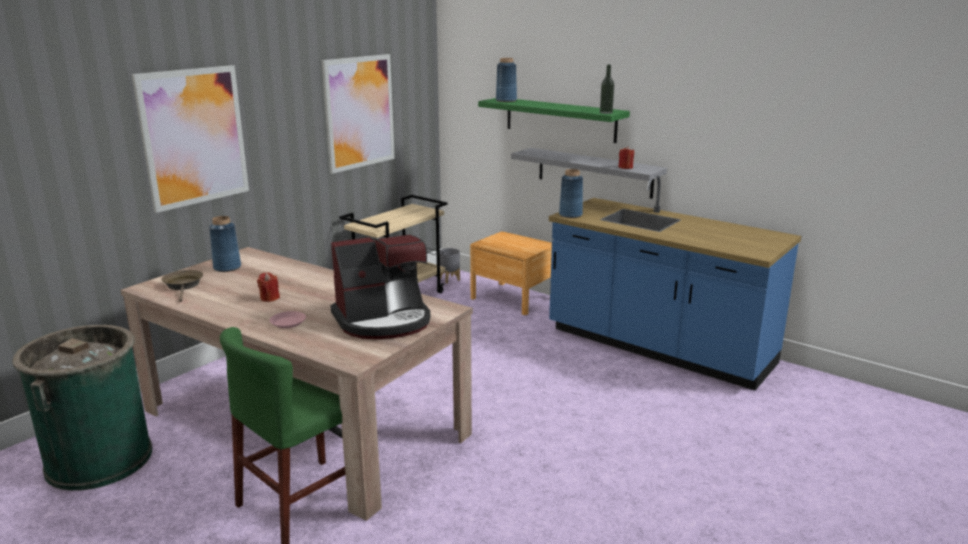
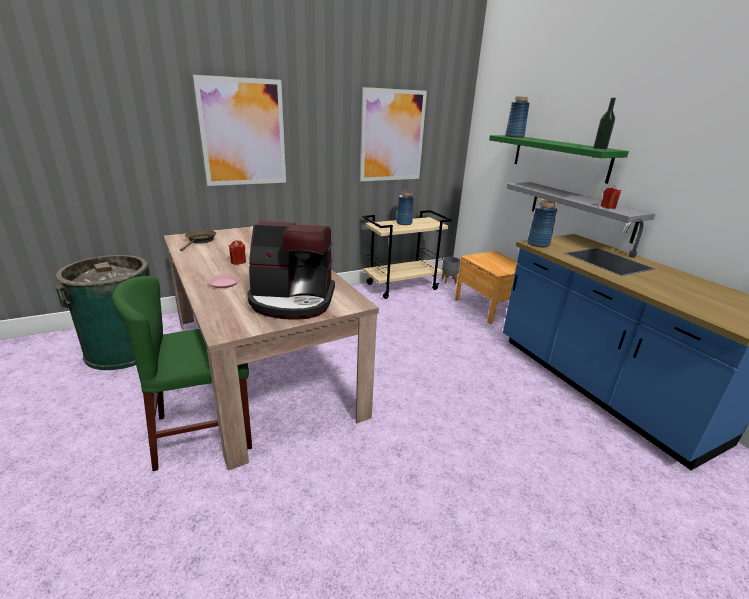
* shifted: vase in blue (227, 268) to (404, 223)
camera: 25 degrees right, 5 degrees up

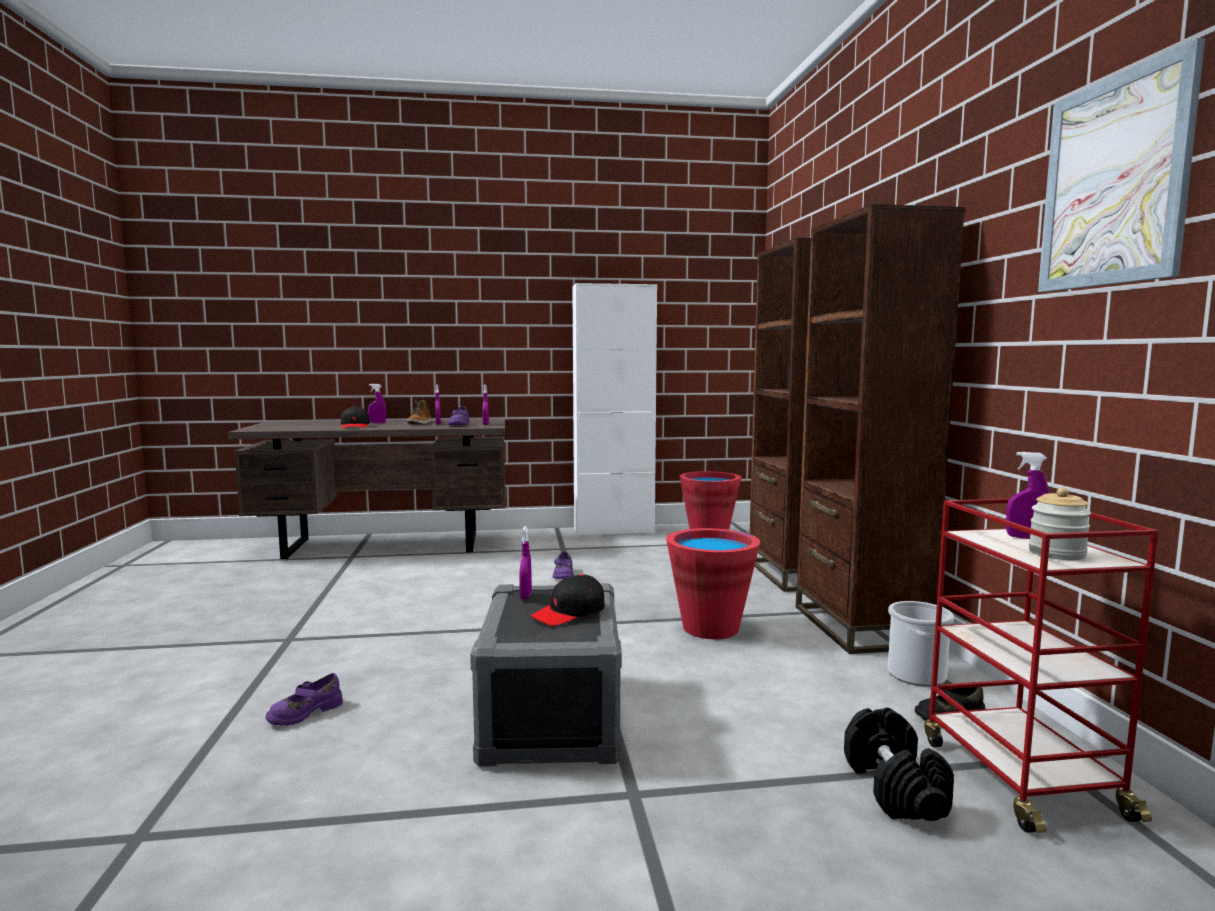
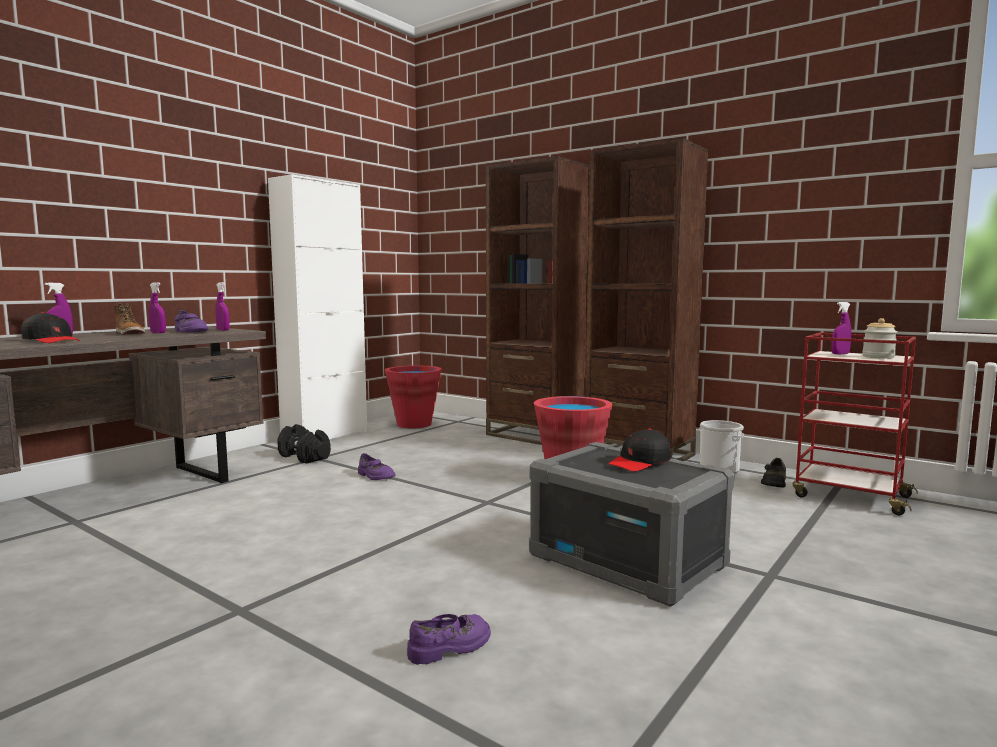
* rotated: shoe in purple (304, 712) = (450, 647) 120 degrees counterclockwise
* gone: spray bottle in purple (525, 596)
* rotated: cap in black (569, 613) = (640, 462) 45 degrees clockwise
* shifted: dumbbell in black (895, 788) to (305, 457)
* gone: picture (1113, 182)
camera: 45 degrees left, 0 degrees up

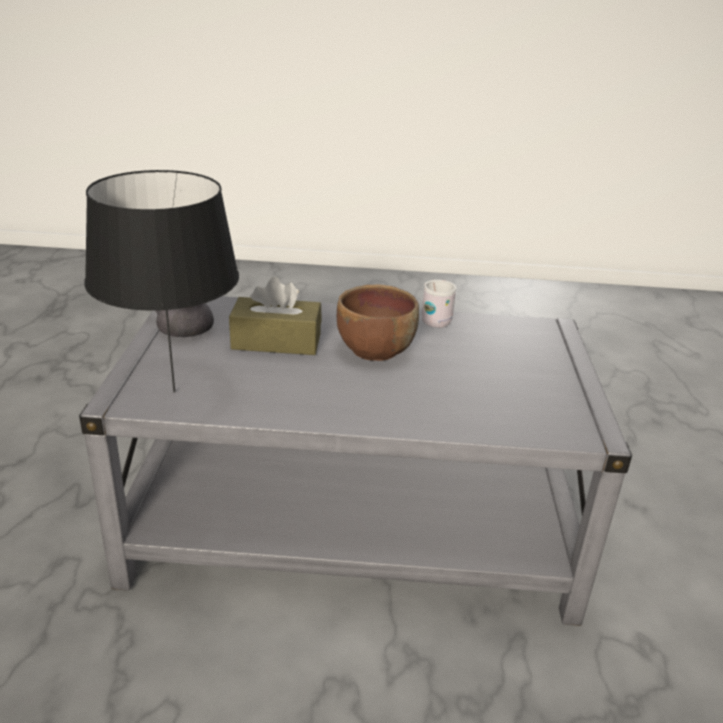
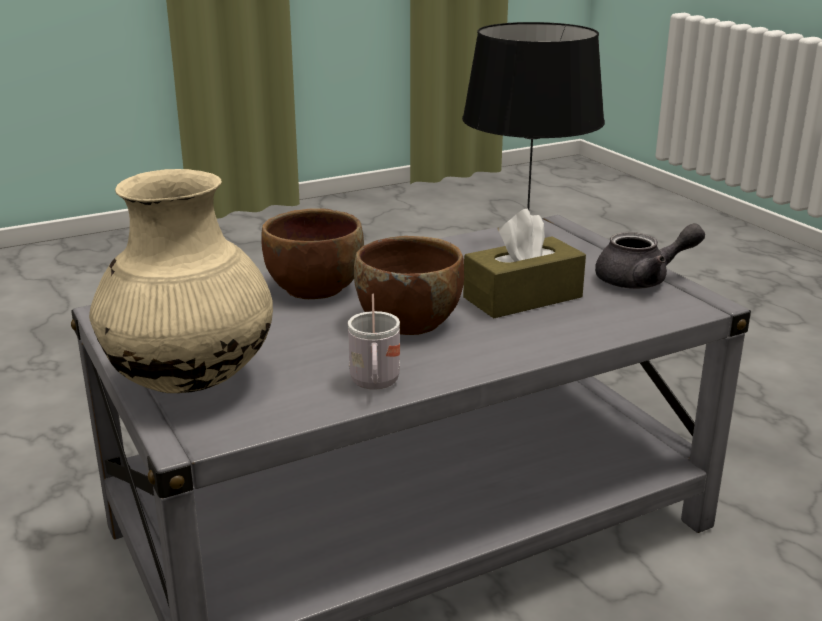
* new: vase in beige (191, 382)
* new: bowl in brown (314, 288)
camera: 150 degrees right, 5 degrees down

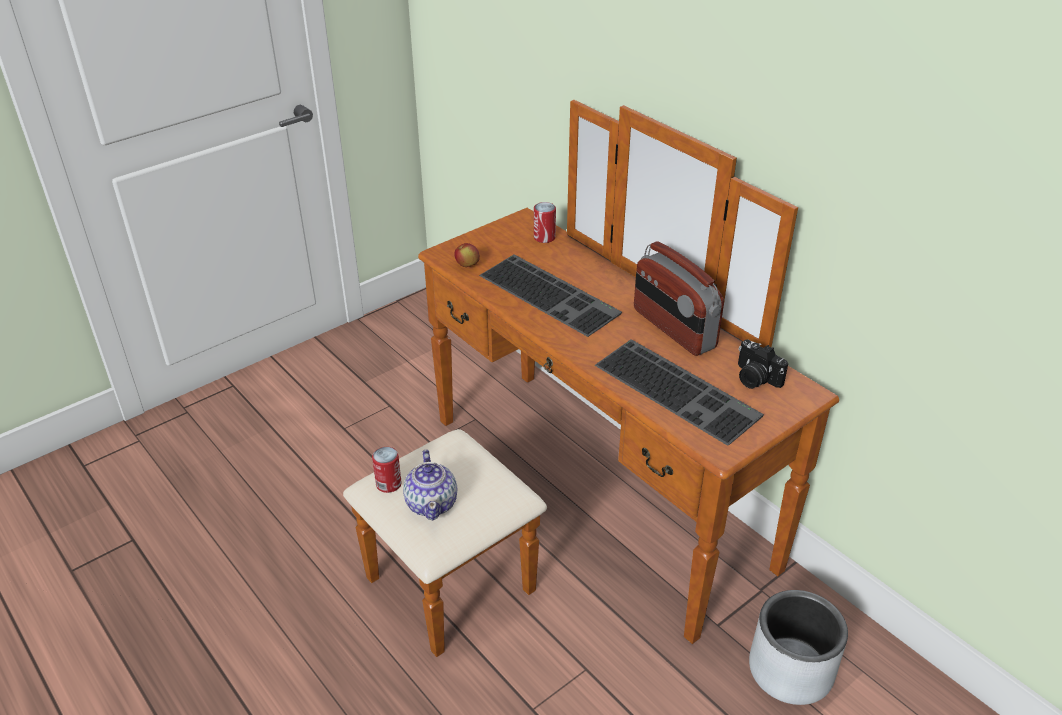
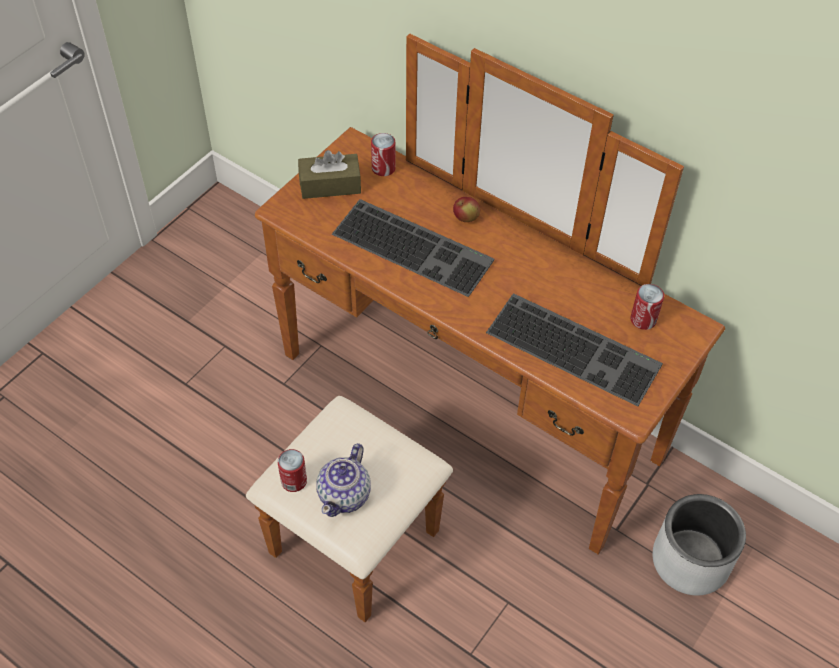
* rotated: teapot (432, 503) = (345, 494) 45 degrees clockwise
* shifted: apple (467, 265) to (466, 218)
* gone: radio (673, 329)
* swapped: photo camera (754, 378) to can (643, 319)
* new: tissue box in brown (330, 185)
camera: 15 degrees left, 15 degrees up

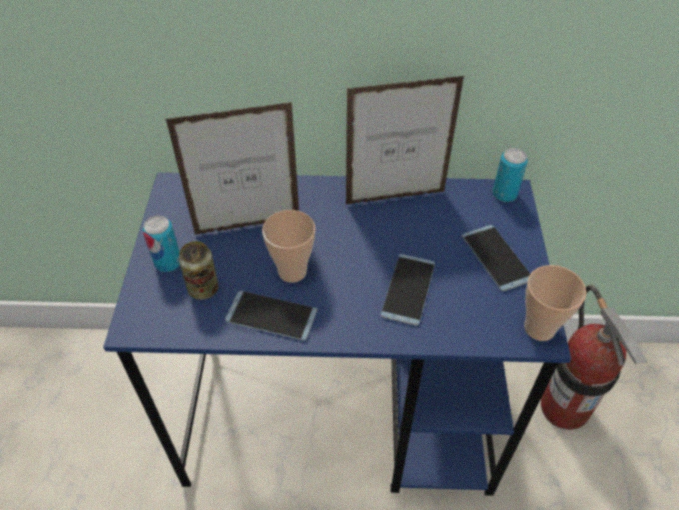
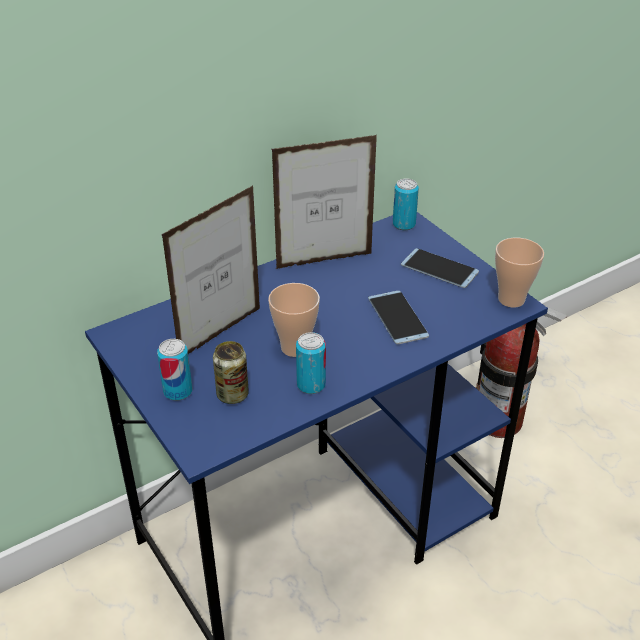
* swapped: phone (271, 316) to can (311, 385)
* rotated: picture frame (395, 198) = (324, 261) 150 degrees counterclockwise
camera: 35 degrees left, 10 degrees down

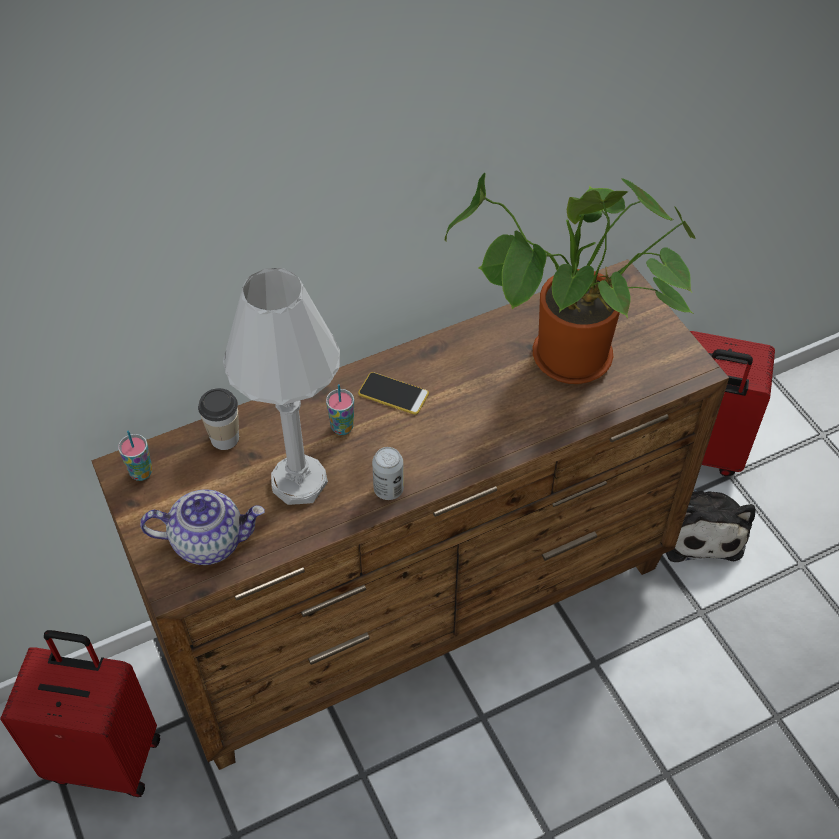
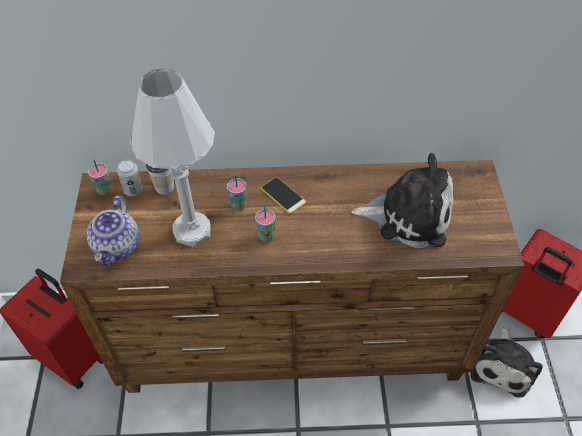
* rotated: teapot (209, 541) = (118, 247) 75 degrees clockwise
* shifted: can (388, 489) to (133, 190)
* swapped: potted plant (565, 363) to plush toy (409, 215)
* new: cup (266, 236)
camera: 25 degrees right, 0 degrees up

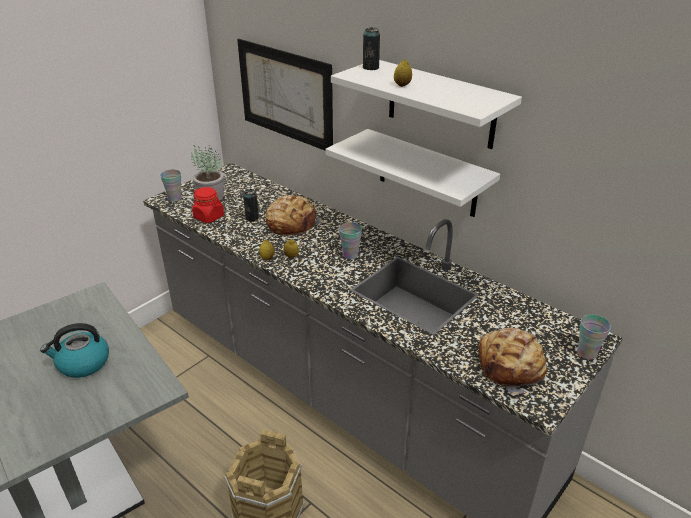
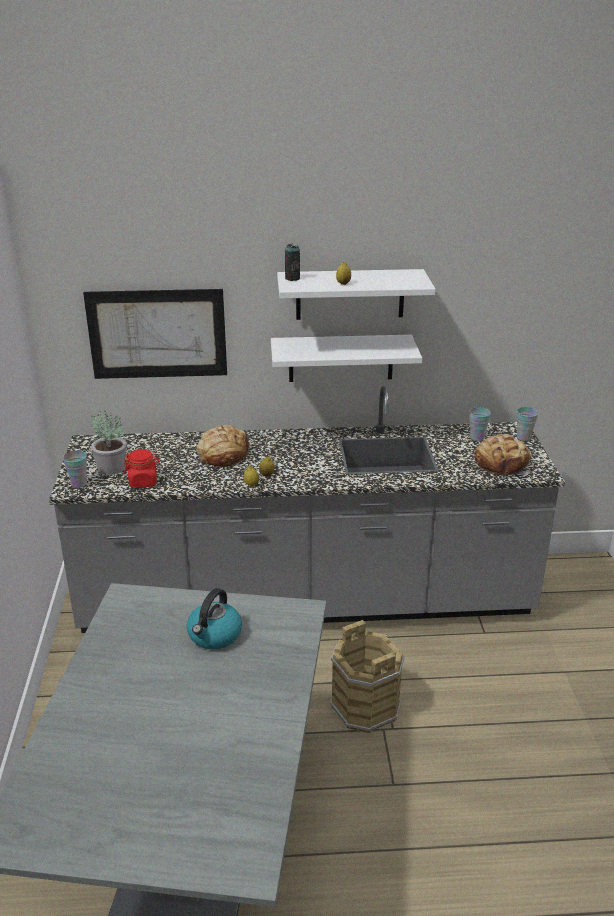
* gone: can (252, 218)
* shifted: cup (350, 255) to (477, 438)
camera: 45 degrees left, 5 degrees down

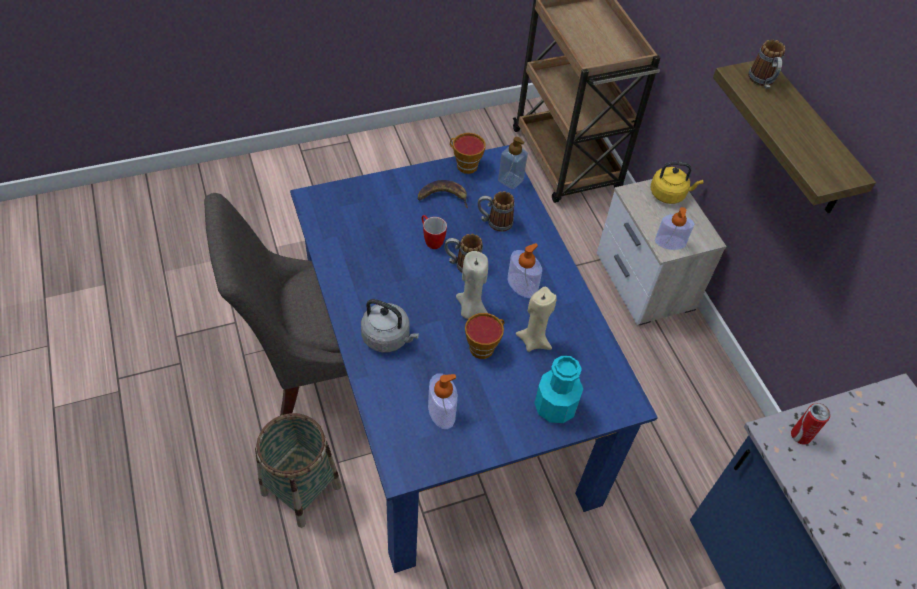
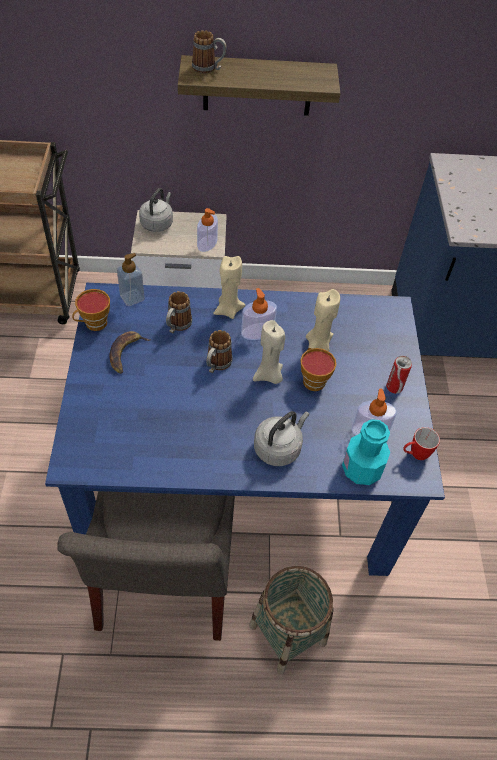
* shifted: mug (431, 240) to (415, 454)
* shifted: bottle in turquoise (555, 407) to (361, 469)
* repainted: kettle in yellow (669, 194) to kettle in grey (157, 223)
* shifted: can (800, 436) to (394, 387)
* new: candle in beige (228, 310)
camera: 70 degrees left, 0 degrees up

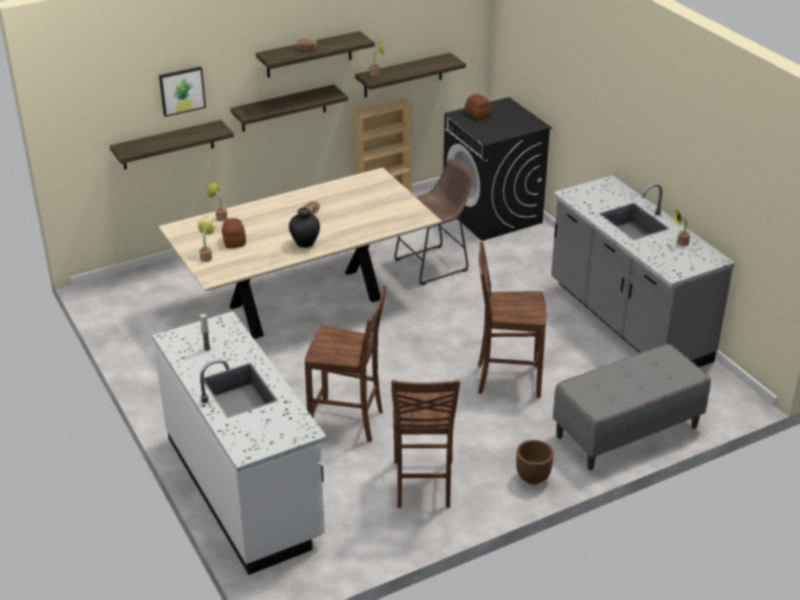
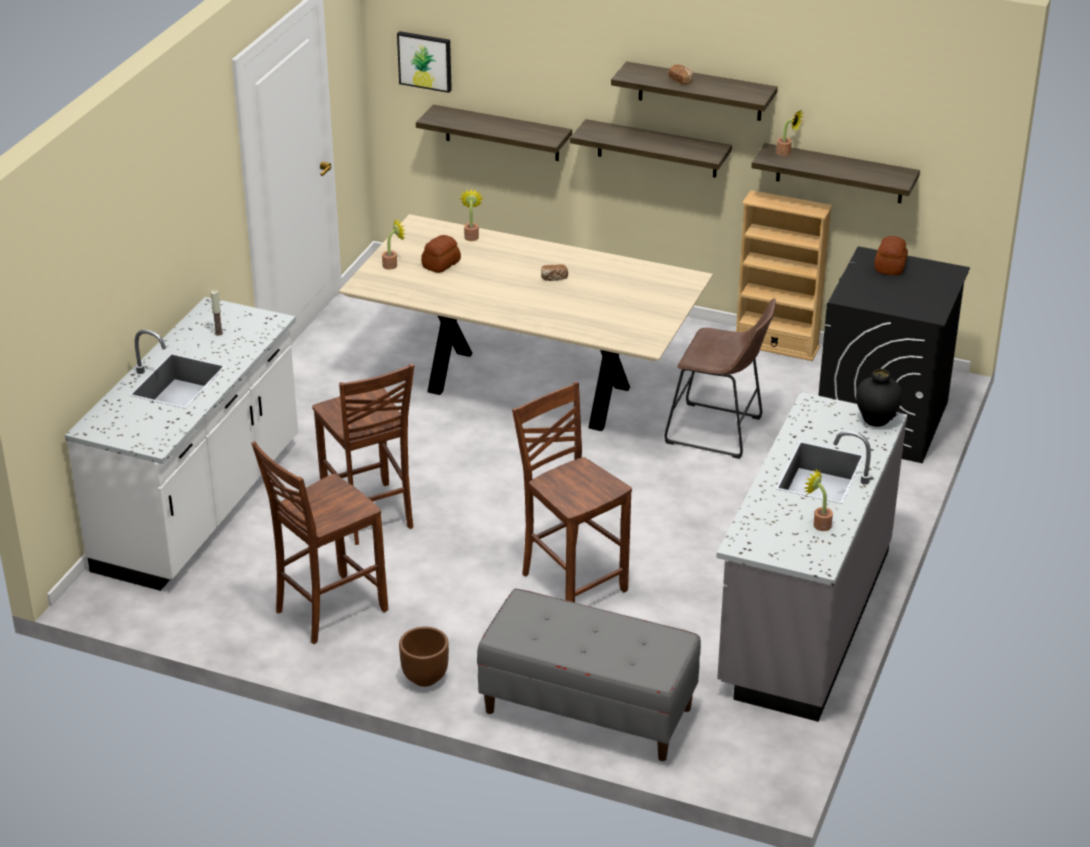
* shifted: picture (182, 90) to (425, 60)
* shifted: vase in black (305, 243) to (876, 420)
camera: 50 degrees right, 0 degrees up

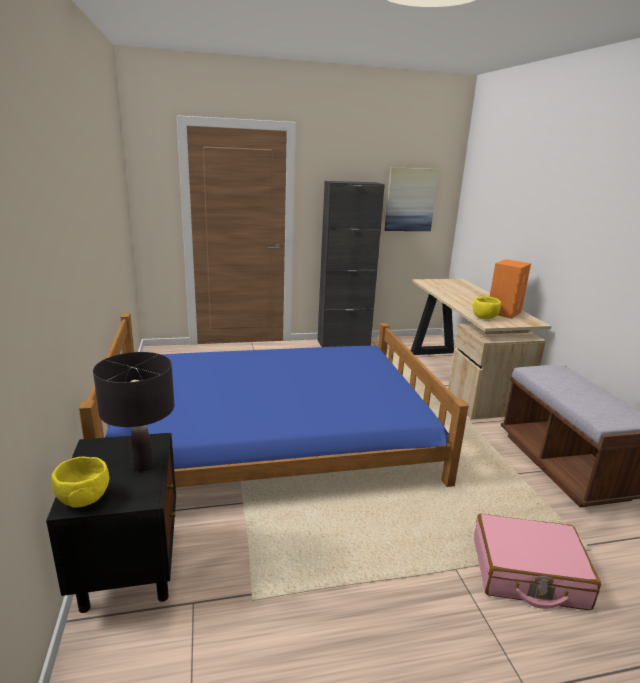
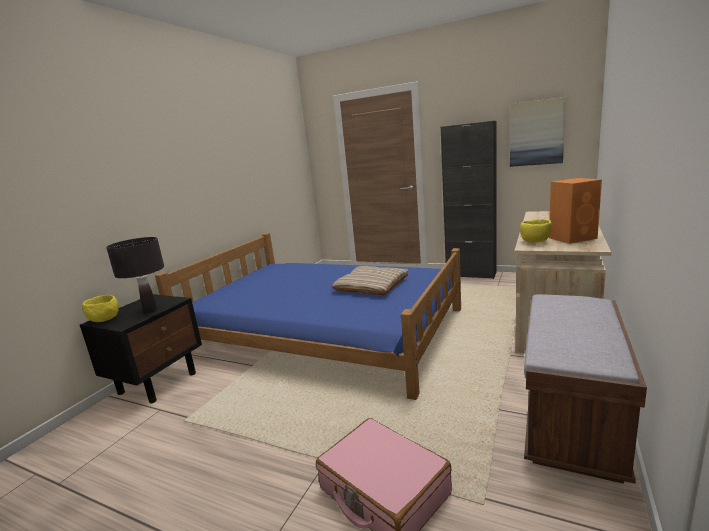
* new: pillow in beige (371, 285)
camera: 40 degrees right, 5 degrees down

